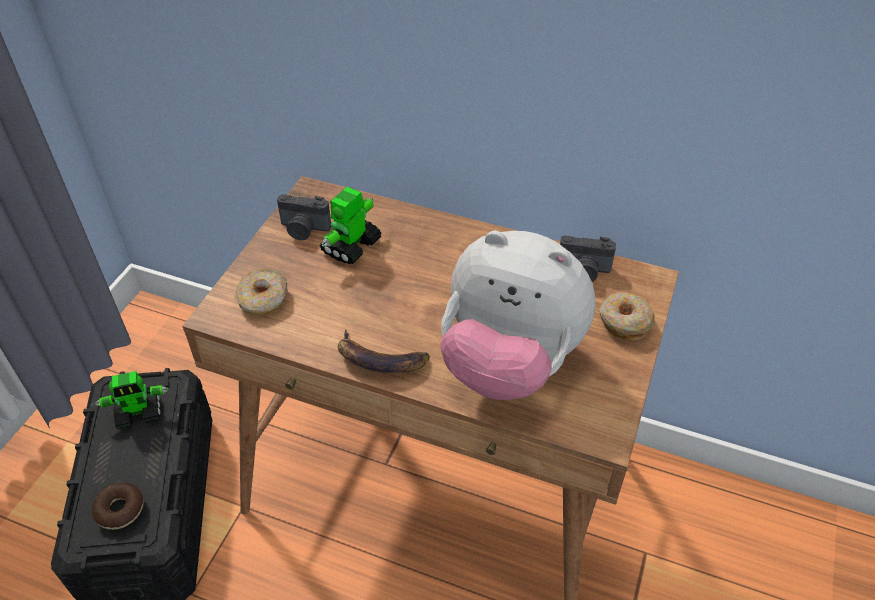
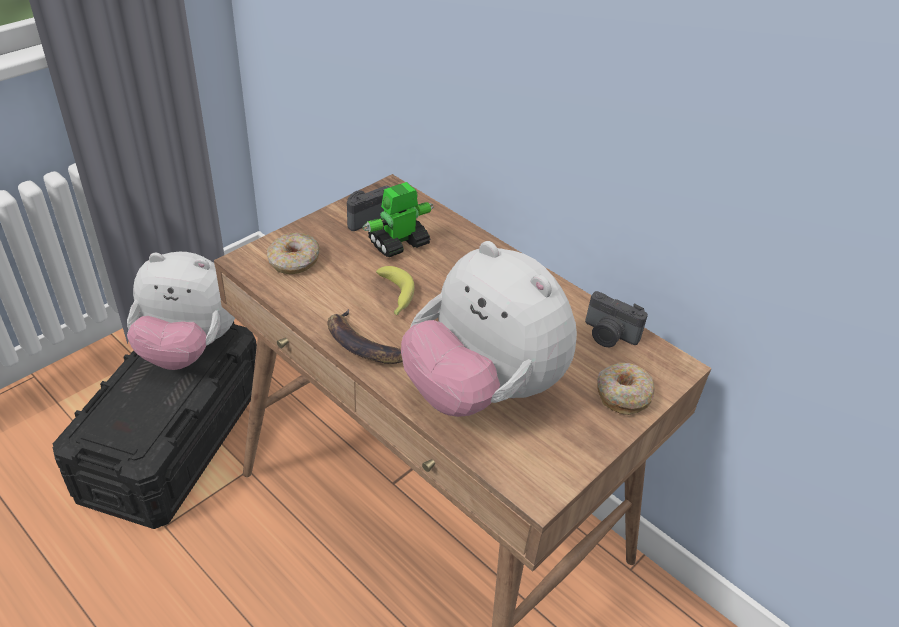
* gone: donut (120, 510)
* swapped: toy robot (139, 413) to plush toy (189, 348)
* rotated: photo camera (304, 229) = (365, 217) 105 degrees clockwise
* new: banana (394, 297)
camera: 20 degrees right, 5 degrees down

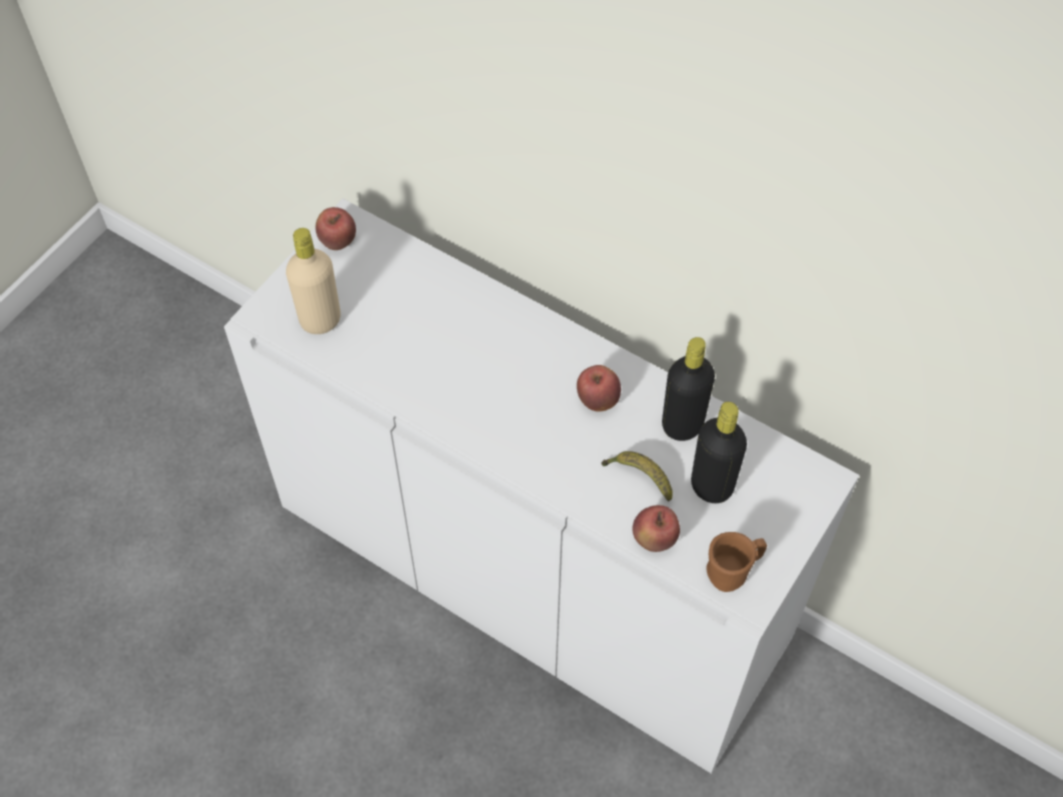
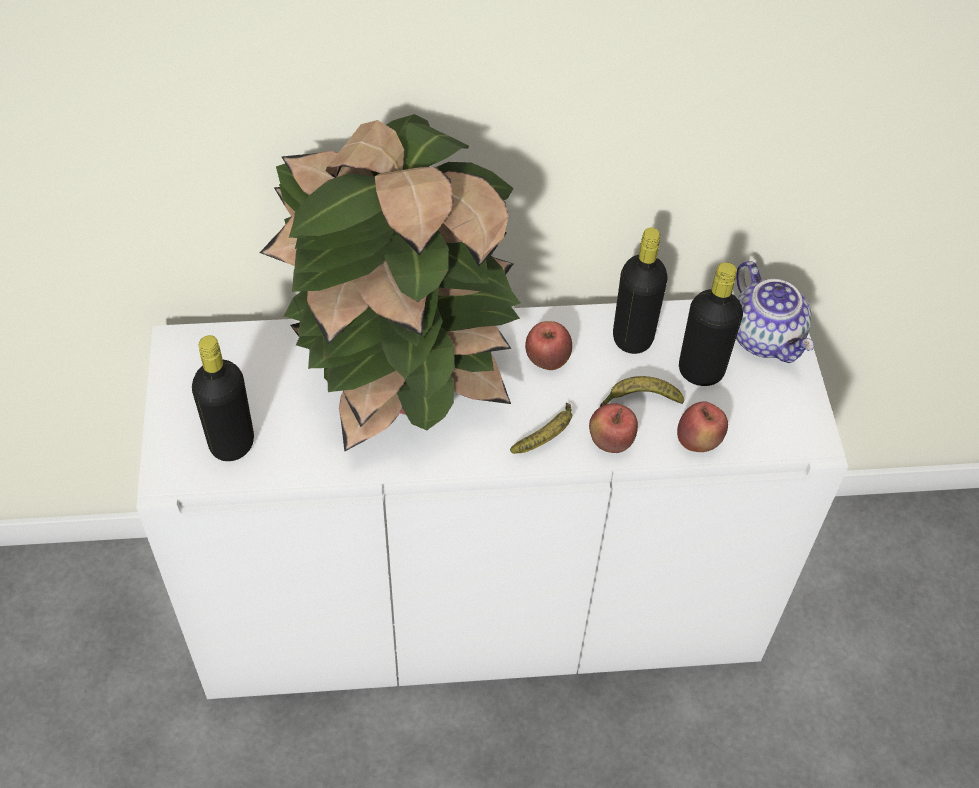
* repainted: bottle in beige (320, 320) to bottle in black (232, 443)
* shifted: apple (338, 242) to (610, 443)
* gone: mug in brown (733, 571)
* new: potted plant (401, 384)
* new: banana (547, 436)
* new: teapot (766, 338)
camera: 40 degrees left, 5 degrees down

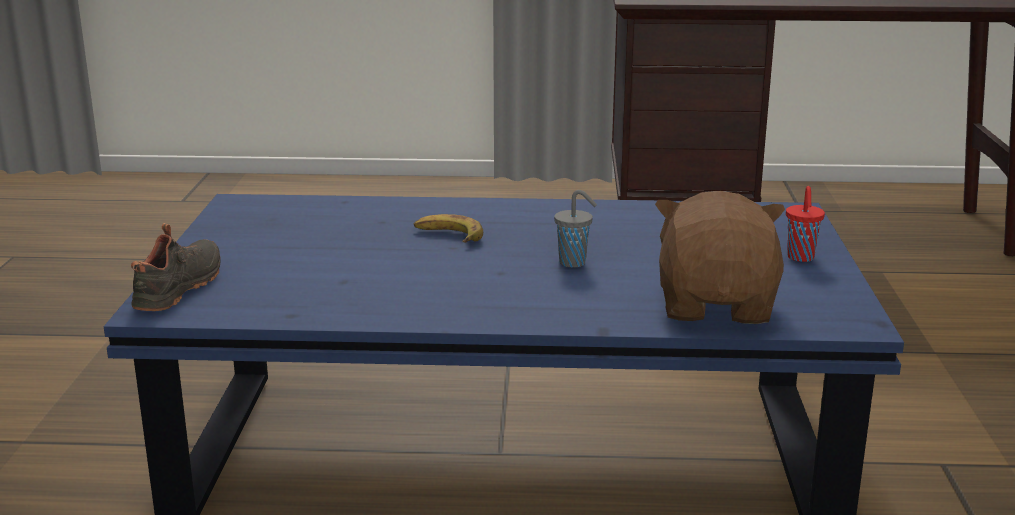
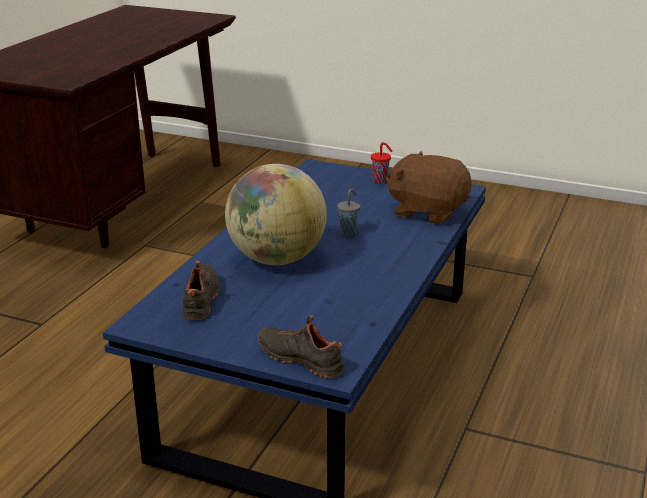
* swapped: banana (448, 236) to globe (276, 259)
* new: shoe in black (202, 299)
camera: 70 degrees left, 5 degrees up

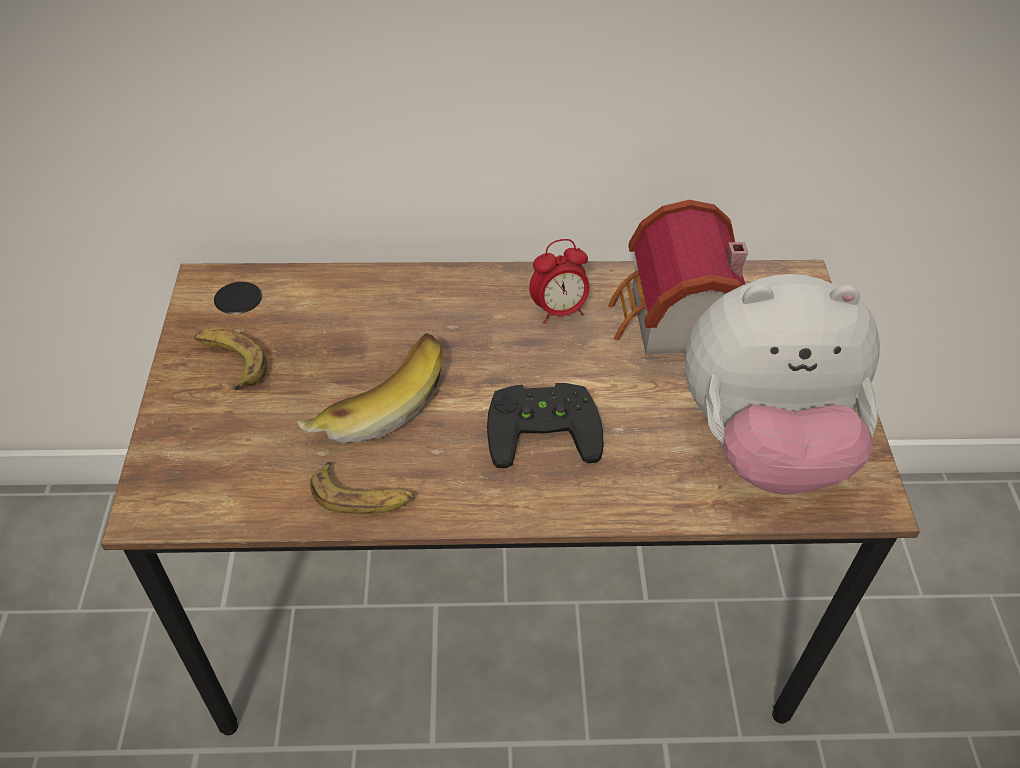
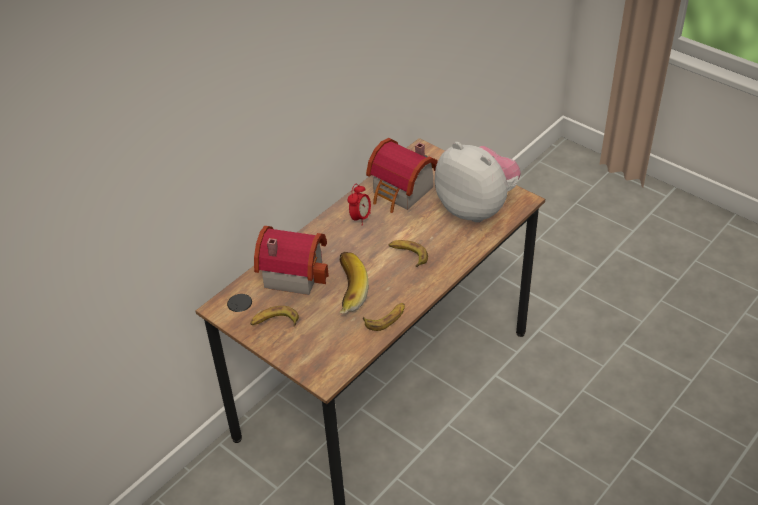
* swapped: game controller in black (543, 425) to banana (408, 255)
* rotated: plush toy (763, 443) = (476, 208) 90 degrees counterclockwise
* new: toy house (293, 271)
camera: 45 degrees left, 5 degrees down

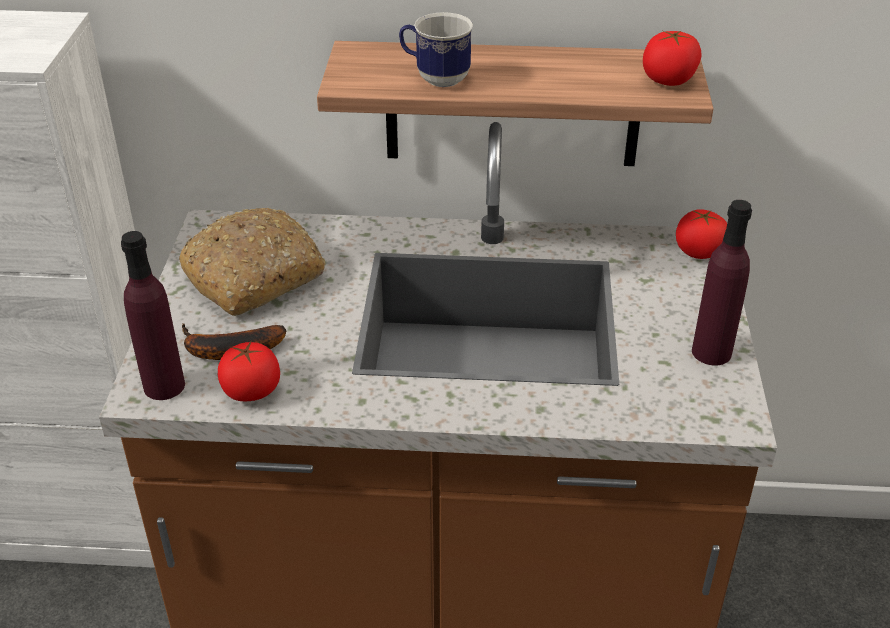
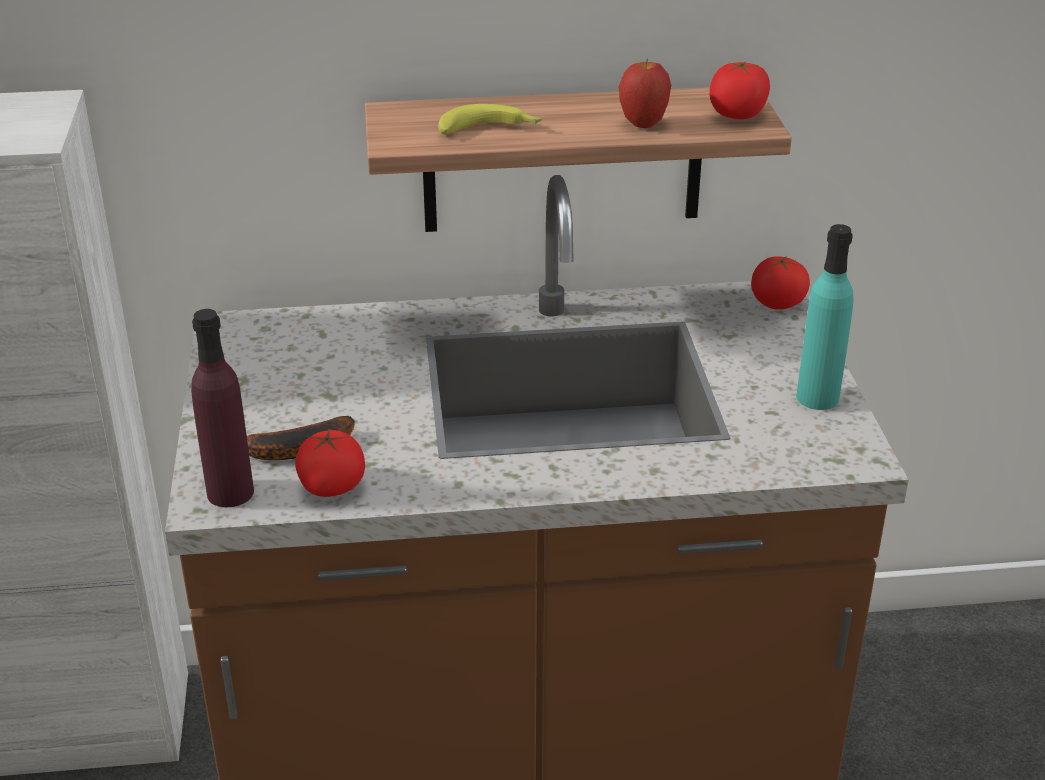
* gone: bread (255, 275)
* swapped: mug (435, 78) to banana (491, 131)
* repainted: bottle in purple (711, 352) to bottle in turquoise (817, 397)
* new: apple (643, 124)
camera: 10 degrees left, 5 degrees down

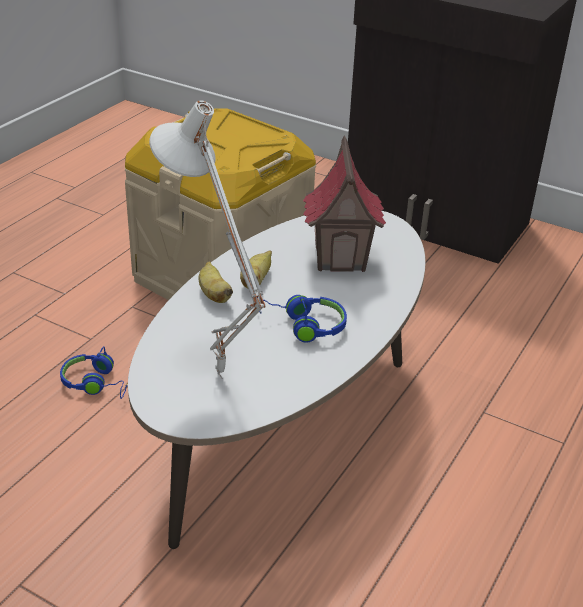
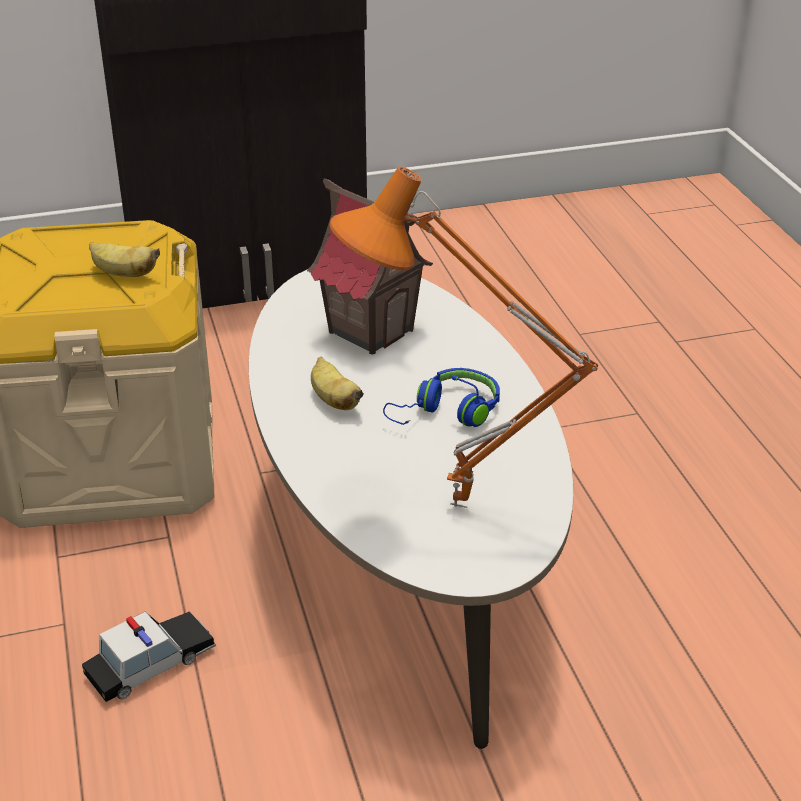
* swapped: headphones in blue (96, 383) to toy car (151, 663)
* repainted: table lamp in white (214, 376) to table lamp in orange (457, 511)
* shifted: banana (214, 295) to (123, 274)
camera: 45 degrees left, 0 degrees up

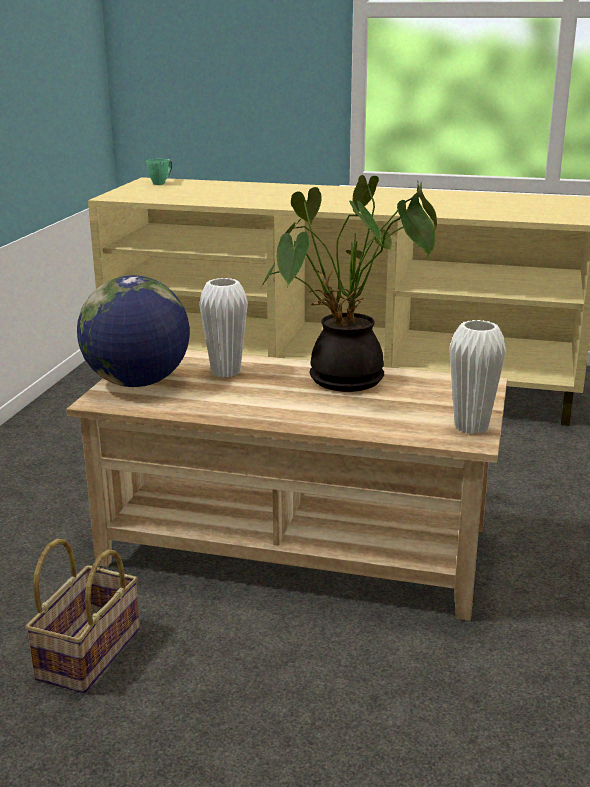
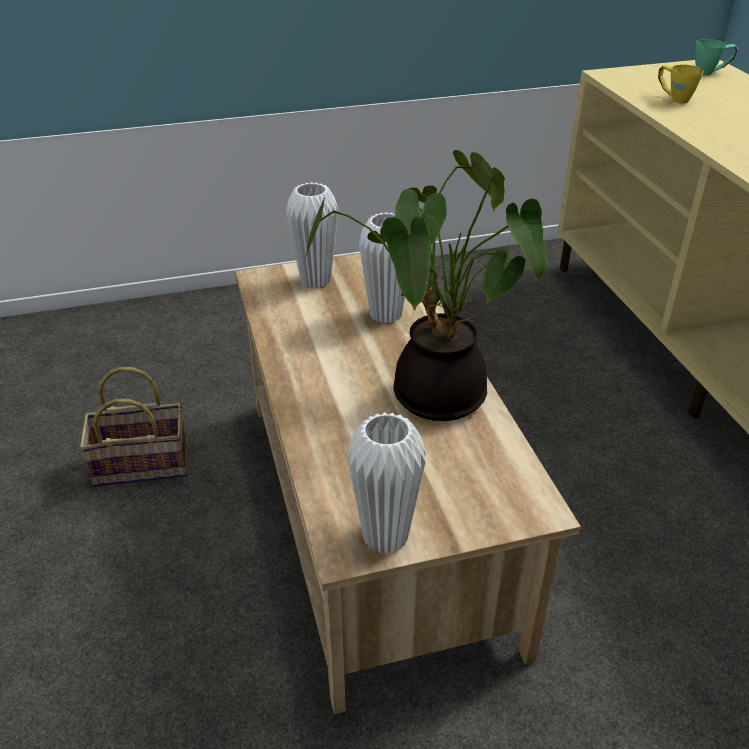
* swapped: globe (137, 383) to vase in white (315, 280)
* new: mug in yellow (673, 98)
camera: 60 degrees right, 15 degrees up

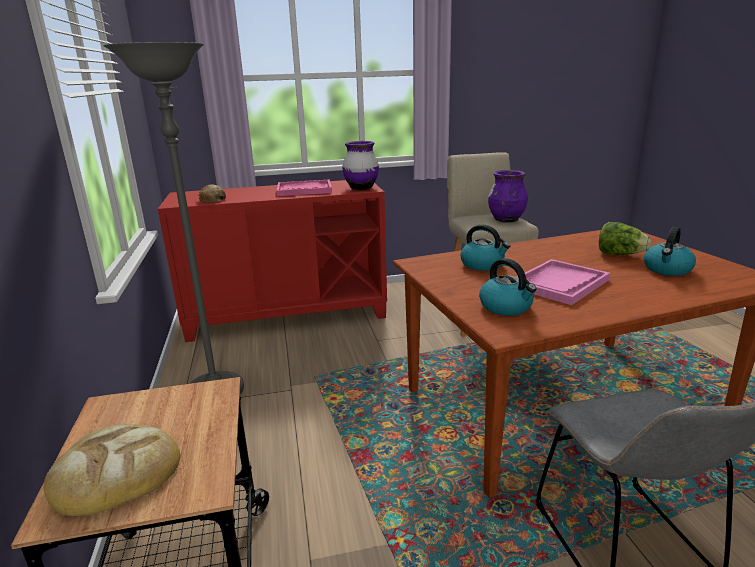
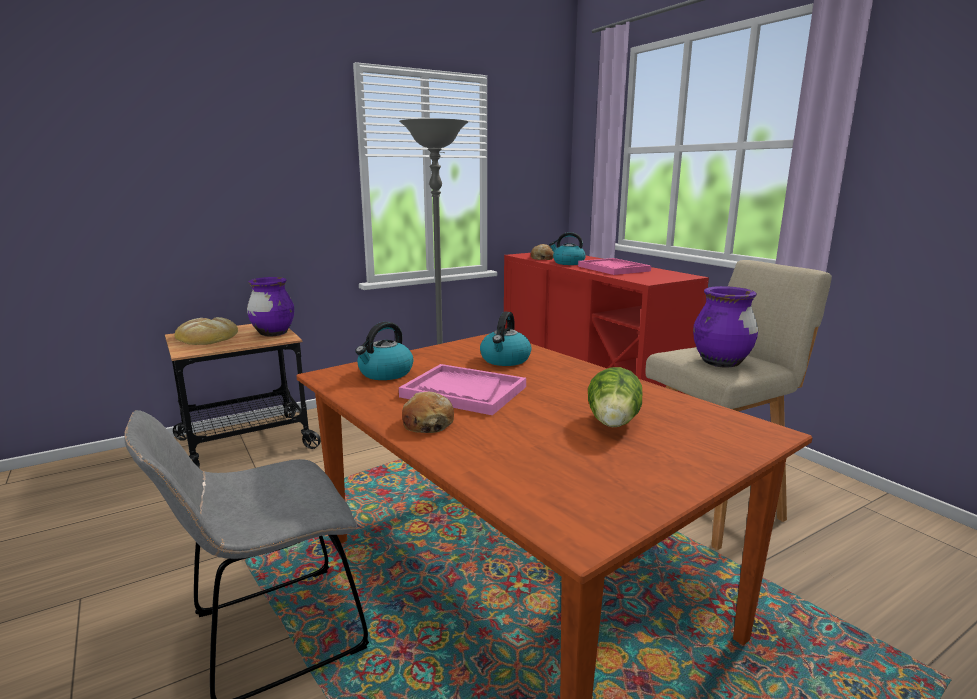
* shifted: vase in purple (361, 188) to (273, 333)
* shifted: kettle (667, 270) to (568, 263)
* new: bread (427, 423)
camera: 70 degrees right, 5 degrees down

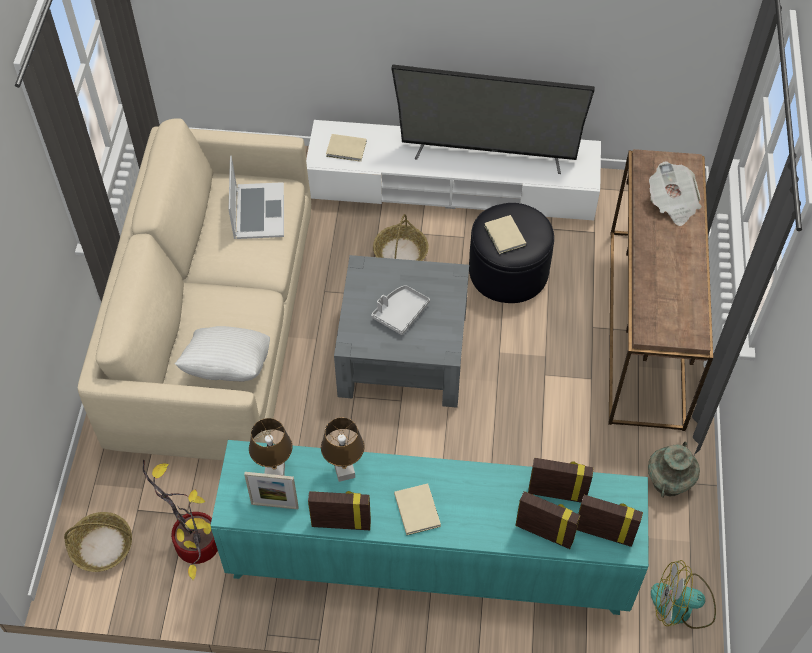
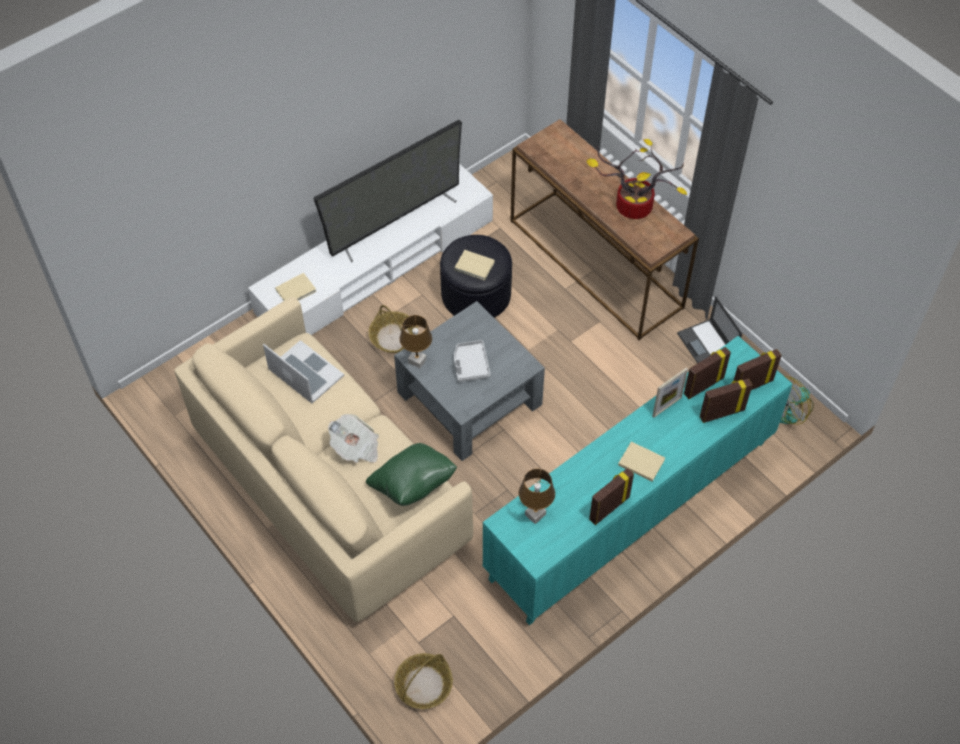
* shifted: potted plant (193, 543) to (631, 208)
* repainted: pillow in white (228, 369) to pillow in green (413, 487)
* shifted: picture frame (274, 505) to (667, 407)
* shifted: table lamp in brown (345, 472) to (417, 361)
* swapped: vase in turquoise (669, 481) to laptop (707, 345)
* shifted: newspaper (672, 203) to (356, 447)
camera: 45 degrees left, 0 degrees up

